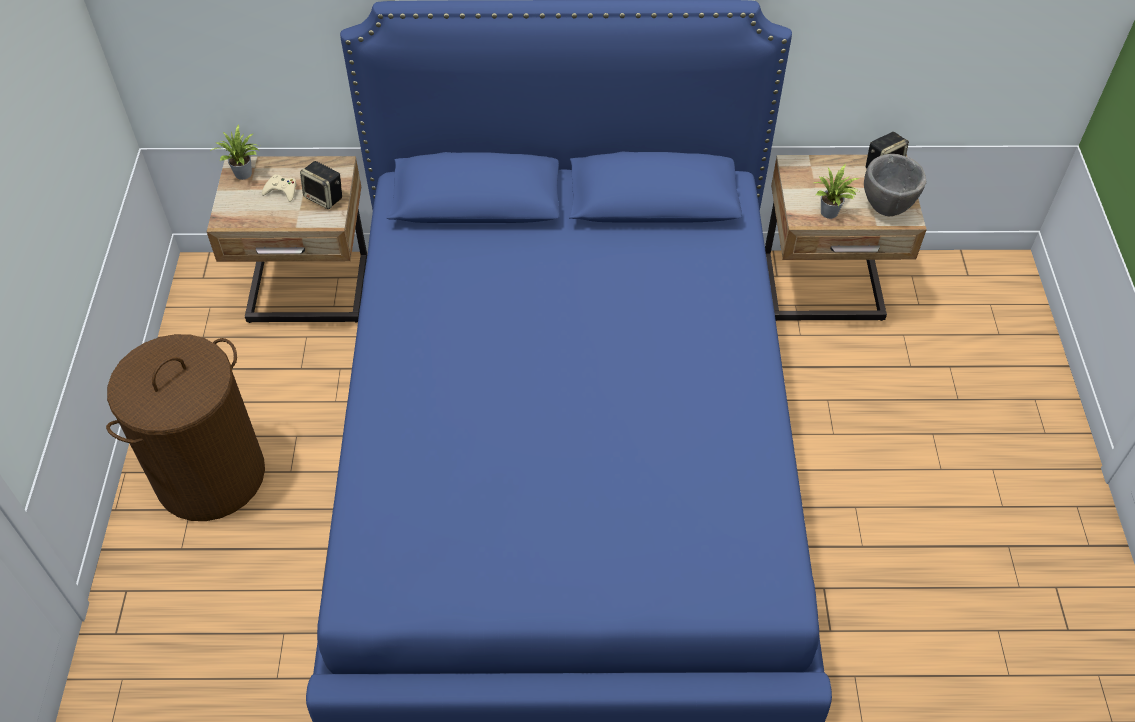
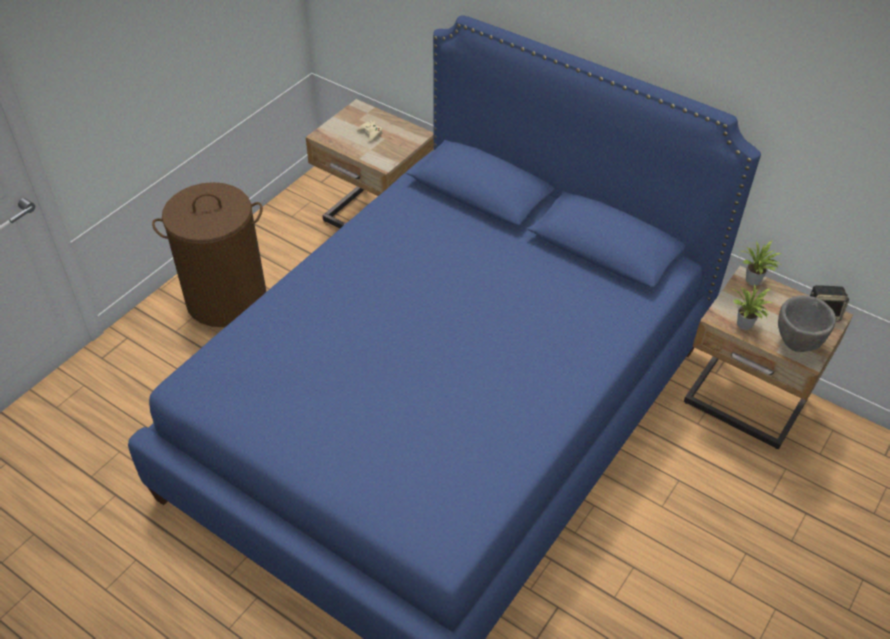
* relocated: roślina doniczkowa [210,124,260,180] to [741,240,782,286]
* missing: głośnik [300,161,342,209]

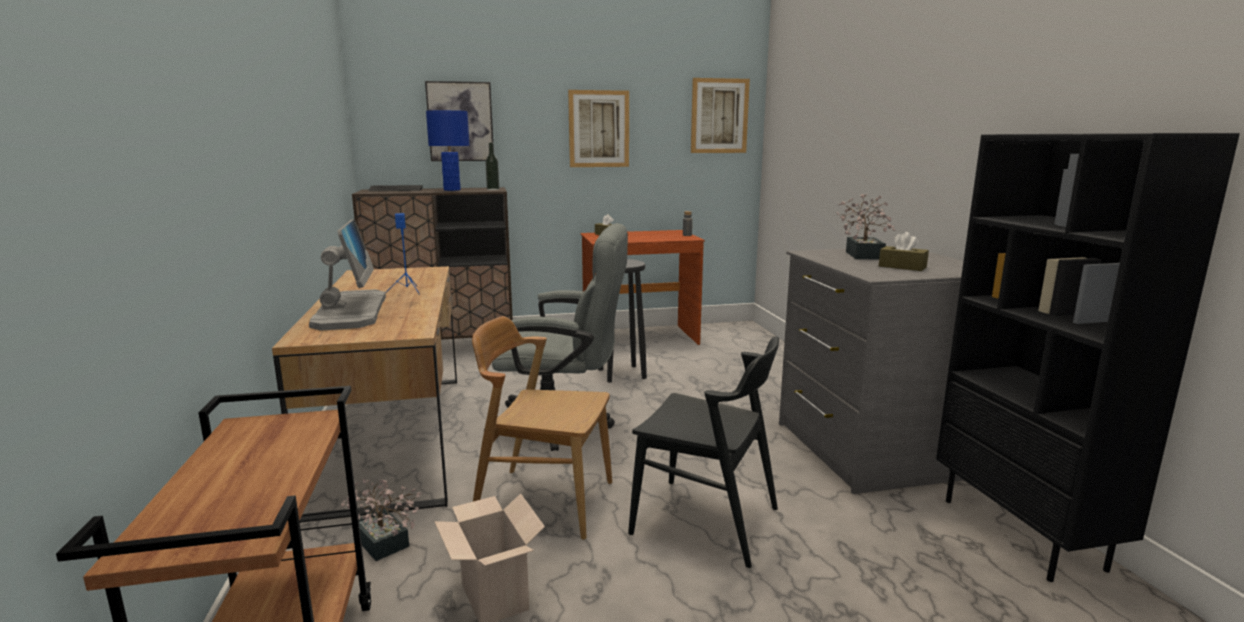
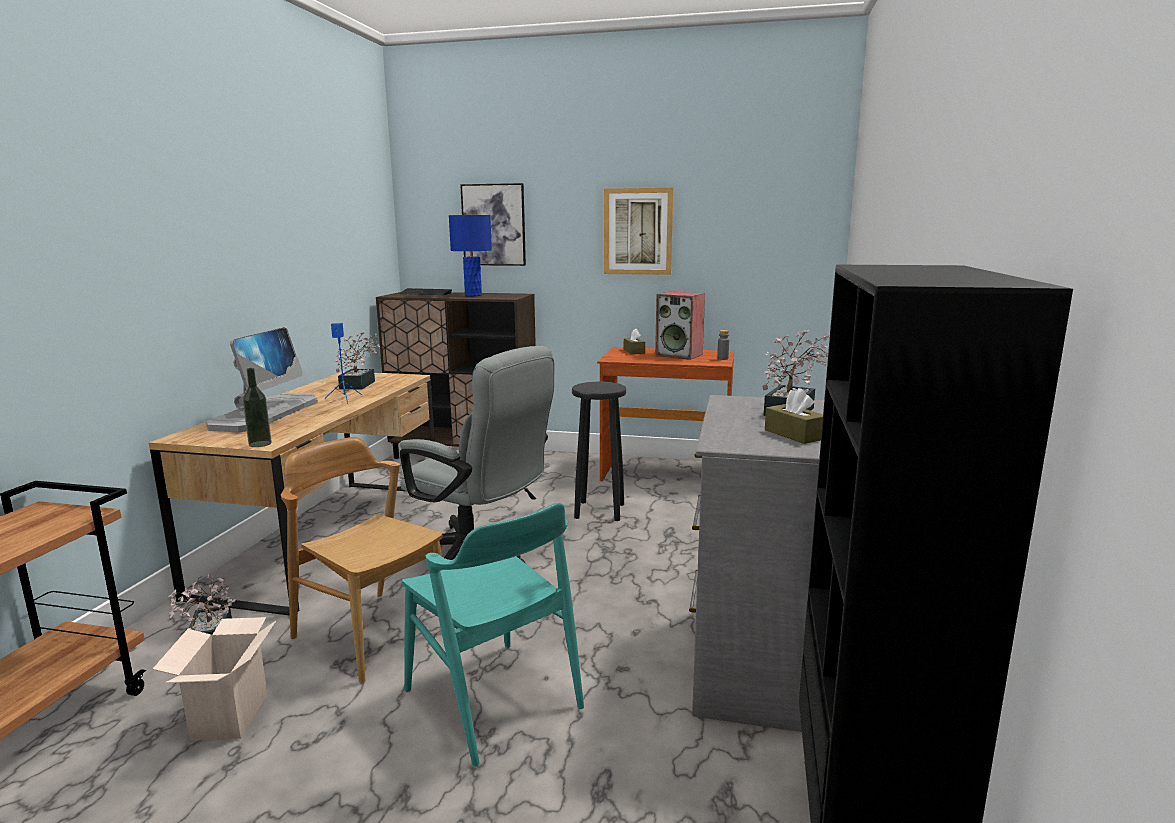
* relocated: butelka [485,142,499,190] to [243,368,272,447]
* colour: krzesło/czarny [628,336,779,568] to krzesło/turkusowy [402,503,584,767]
* missing: obraz [691,78,750,153]
* appeared: roślina doniczkowa [335,331,380,389]
* appeared: głośnik [655,292,705,360]

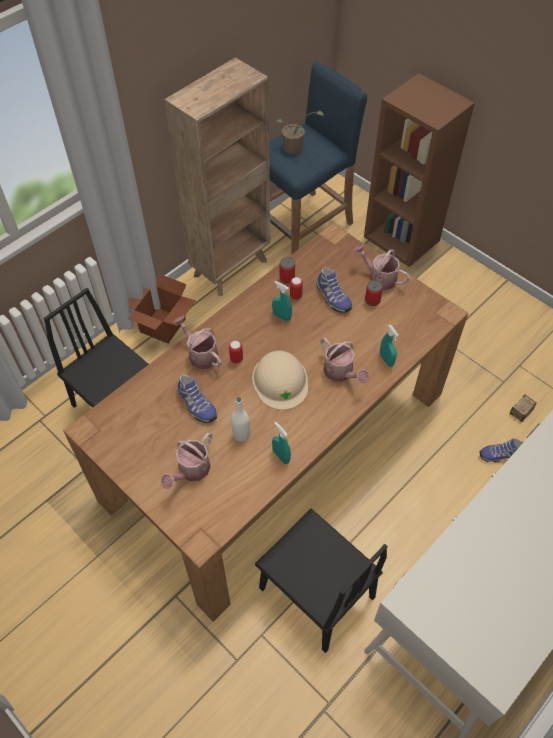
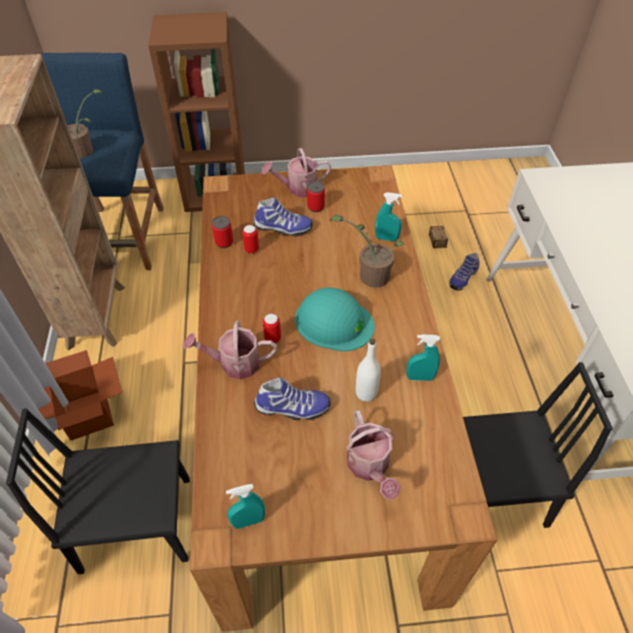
* colour: kask/beżowy [252,351,308,410] to kask/turkusowy [295,288,375,351]
* relocated: spryskiwacz/turkusowy [272,281,292,322] to [226,484,265,529]
* exchanged: konewka [321,338,369,383] to roślina doniczkowa [329,215,405,288]

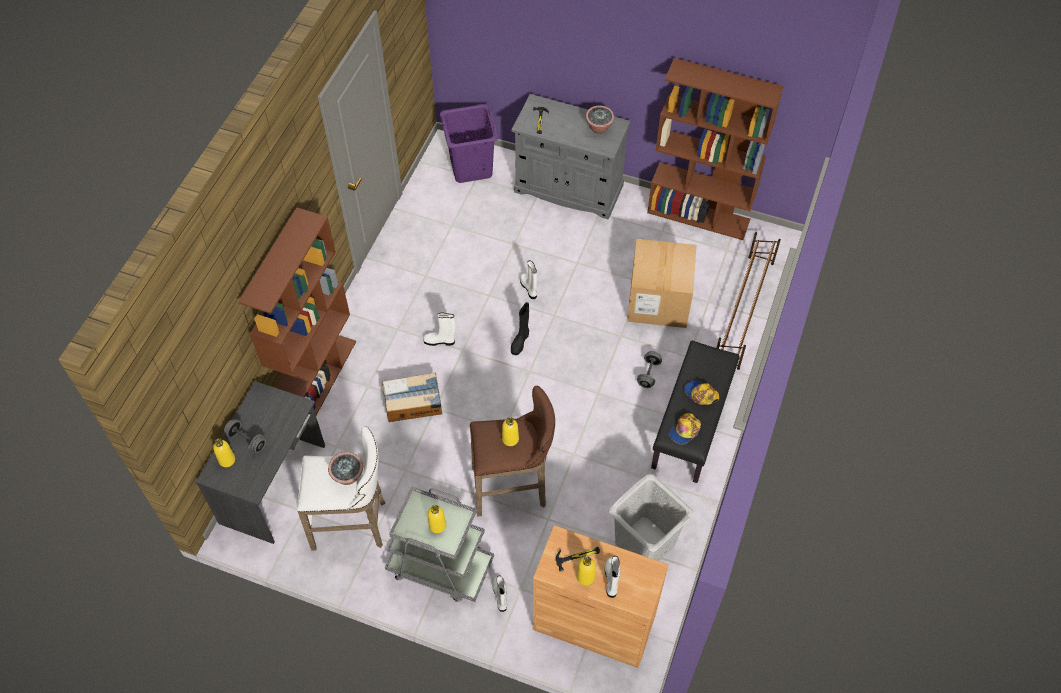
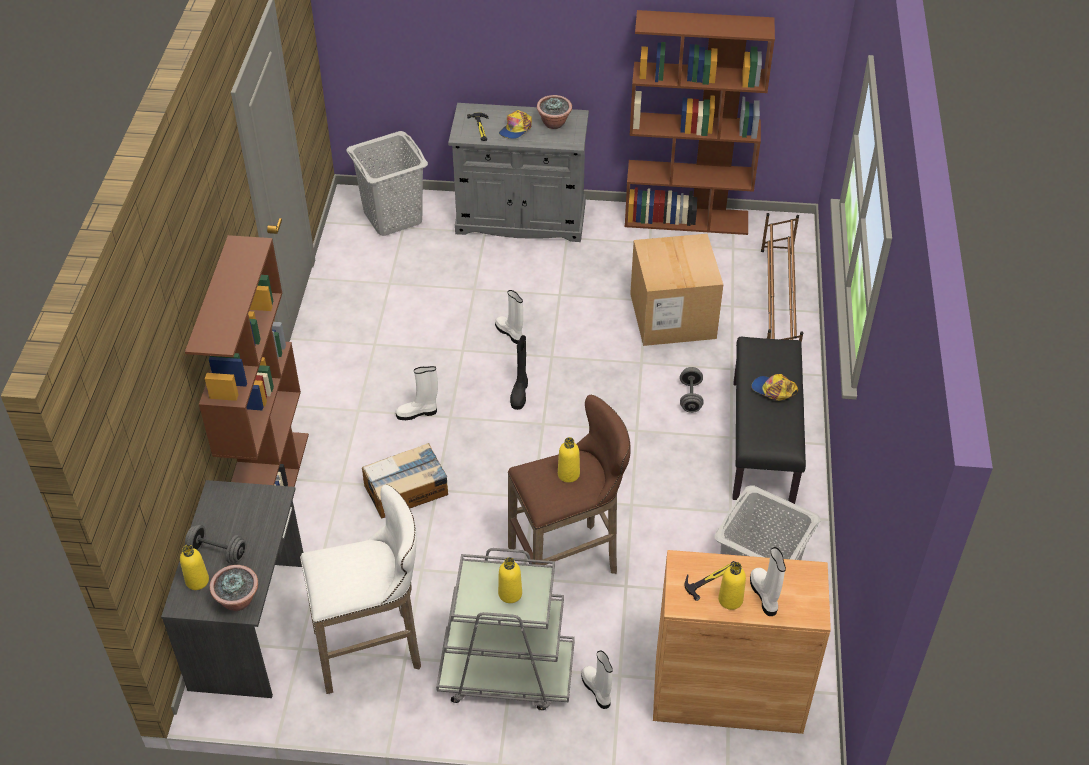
* relocated: roślina doniczkowa [328,452,363,485] to [210,565,258,611]
* colour: kosz na pranie/fioletowy [440,104,498,183] to kosz na pranie/szary [346,131,428,236]
* relocated: czapka z daszkiem [668,413,701,445] to [499,110,532,139]

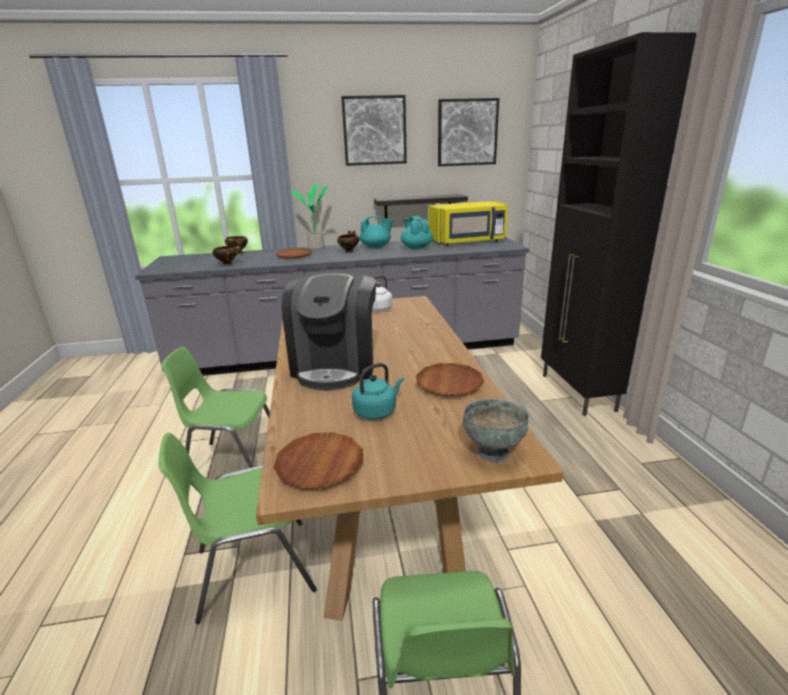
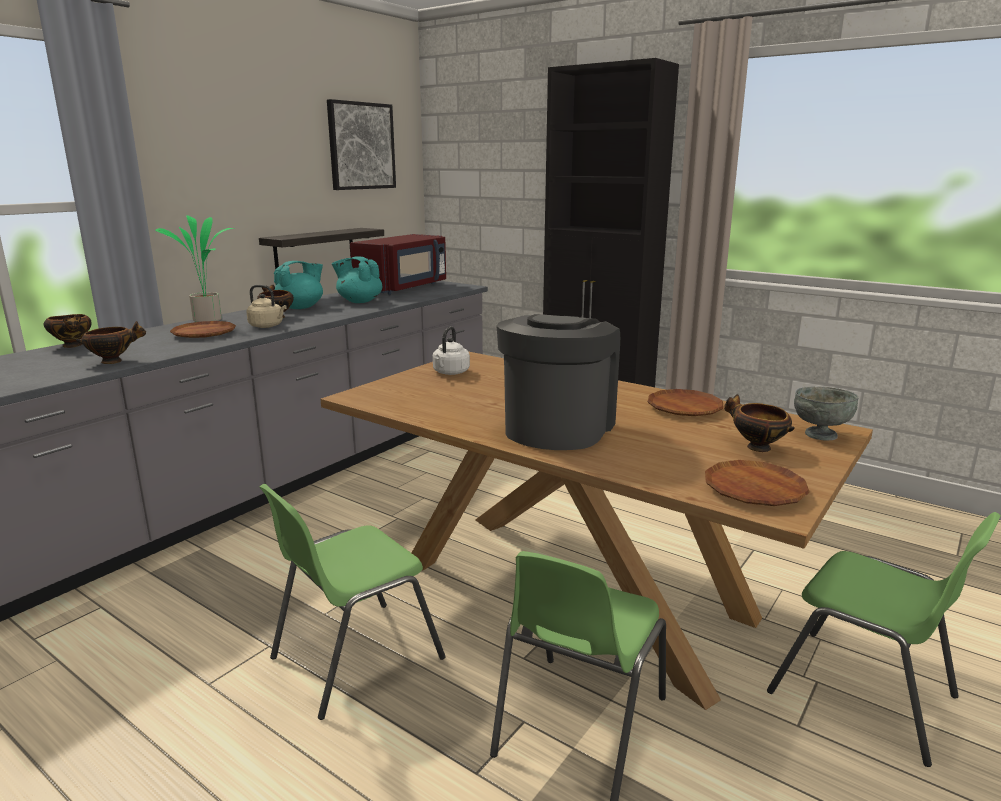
* spun: ekspres do kawy [282,272,376,390] = [496,314,620,450] 120 degrees counterclockwise
* missing: obraz [341,95,407,166]
* missing: czajnik/turkusowy [352,363,404,420]
* colour: mikrofalówka/żółty [429,201,508,246] to mikrofalówka/czerwony [350,234,446,295]
* appeared: czajnik/beżowy [246,285,287,328]
* appeared: miska [724,394,795,452]

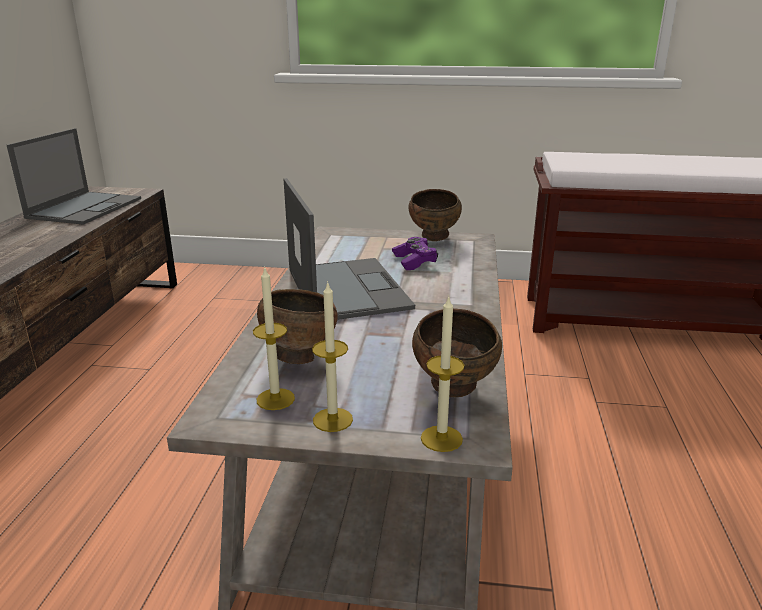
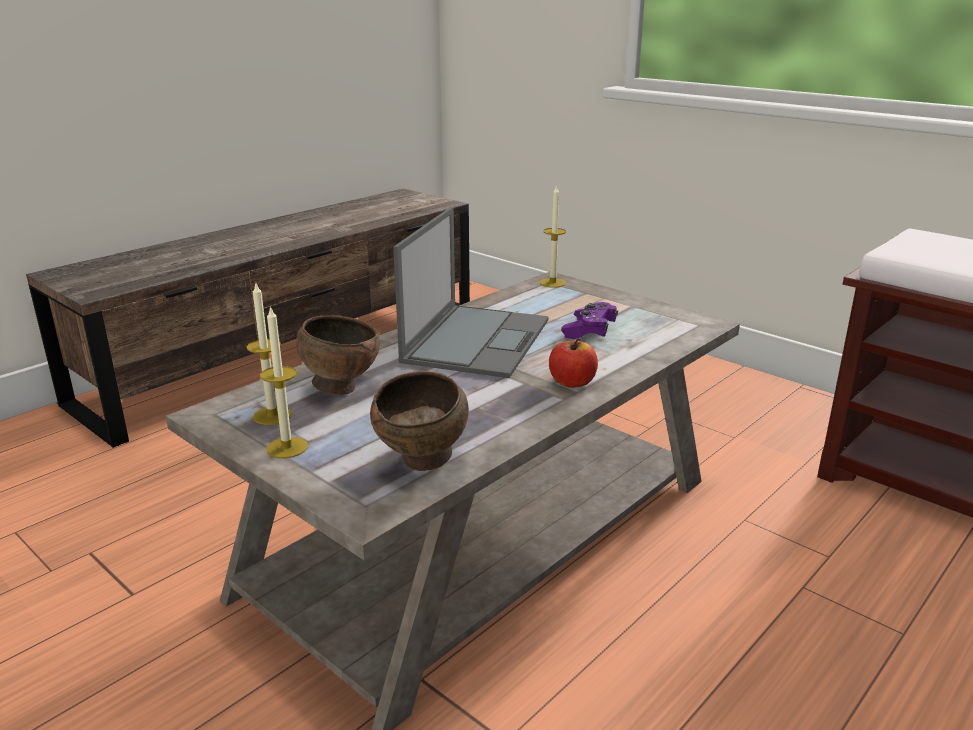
* missing: laptop [7,128,141,225]
* missing: miska/brązowy [408,189,462,241]
* relocated: świeca [421,296,464,452] to [540,185,566,288]
* appeared: jabłko [549,338,598,388]

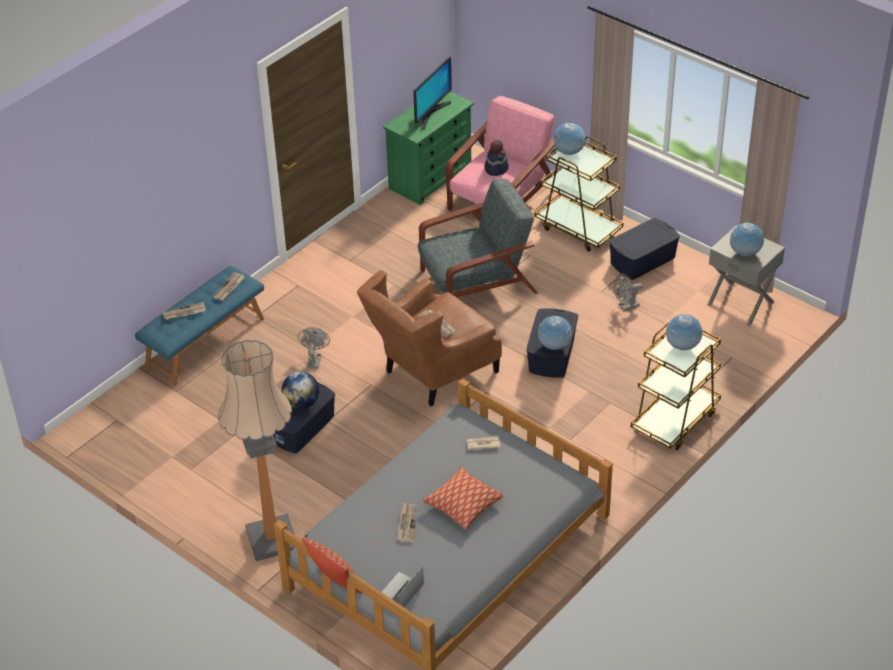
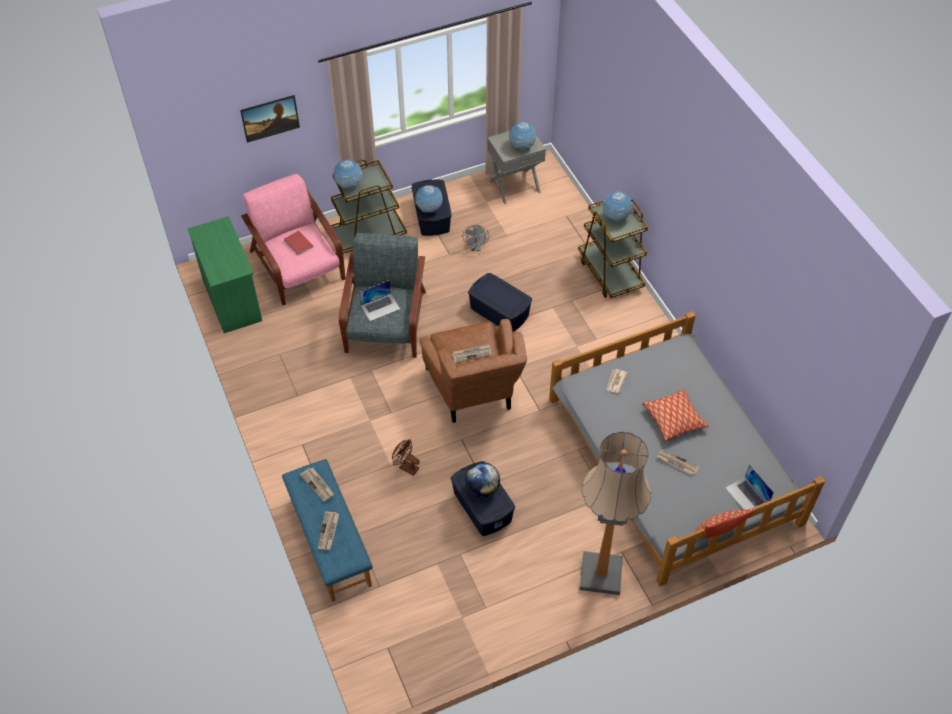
* colour: wentylator/szary [298,327,330,369] to wentylator/brązowy [392,439,420,476]
* missing: monitor [413,57,452,130]
* exchanged: kapelusz [484,140,509,176] to książka/czerwony [284,231,313,255]
* relocated: globus [538,316,572,350] to [415,185,443,213]
* appeared: obraz [240,95,300,143]
* appeared: laptop [359,280,400,321]

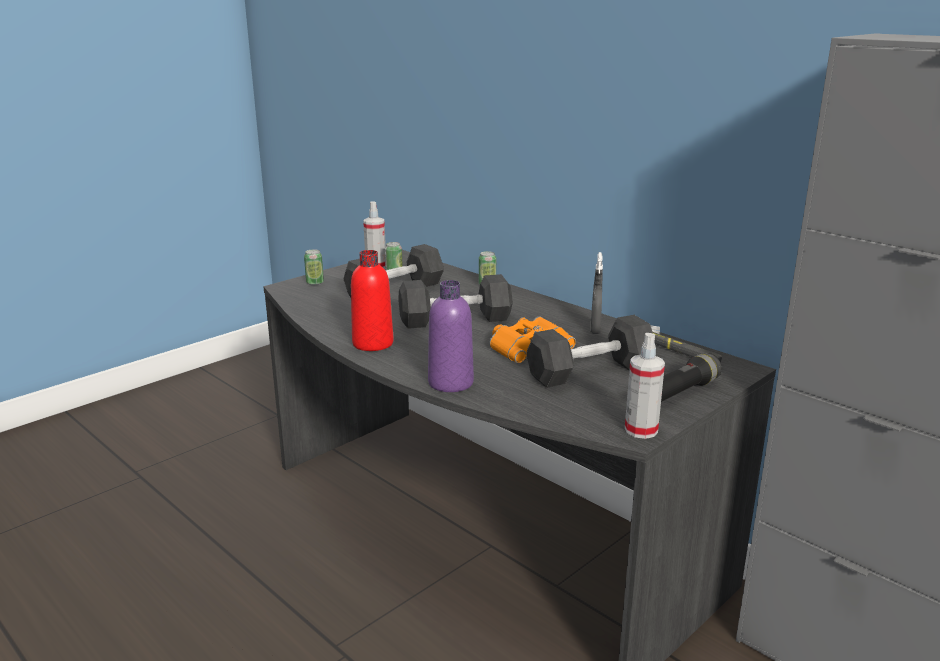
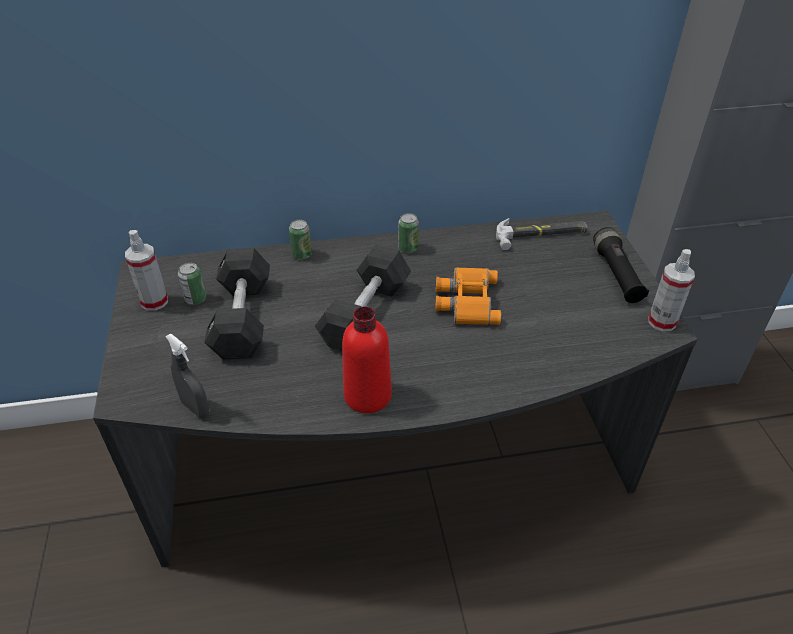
* relocated: puszka [304,249,324,285] to [398,213,419,253]
* missing: butelka/fioletowy [428,280,474,392]
* missing: hantel/czarny [526,315,655,388]
* relocated: spryskiwacz/szary [591,252,603,334] to [165,334,209,418]

